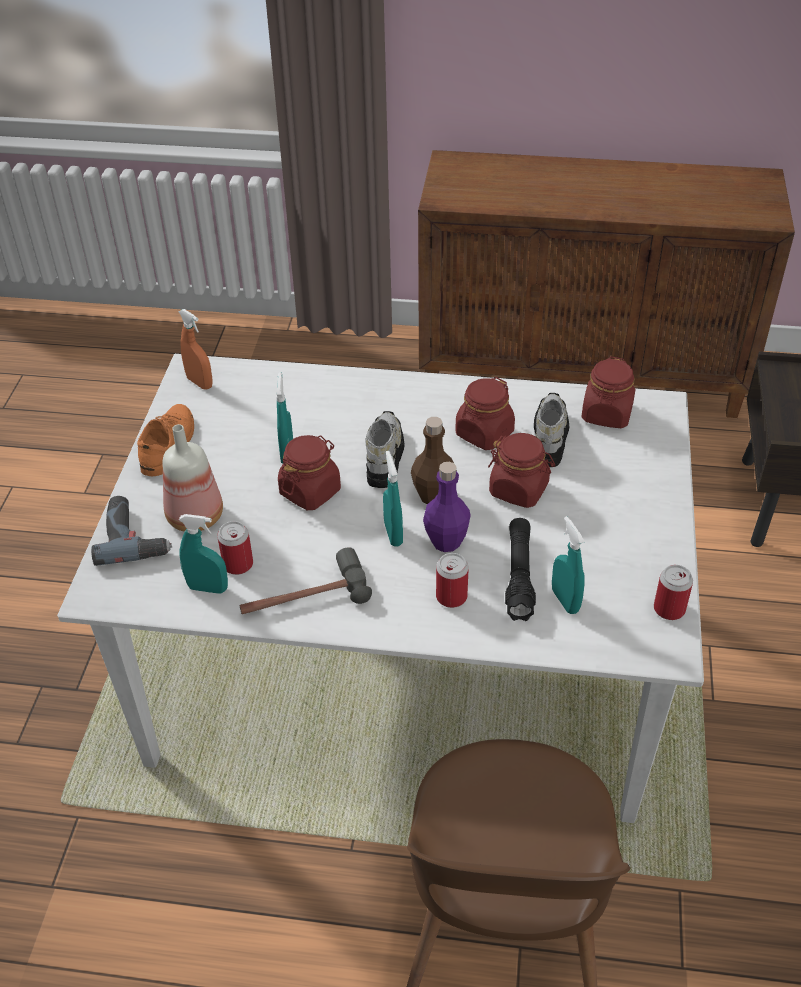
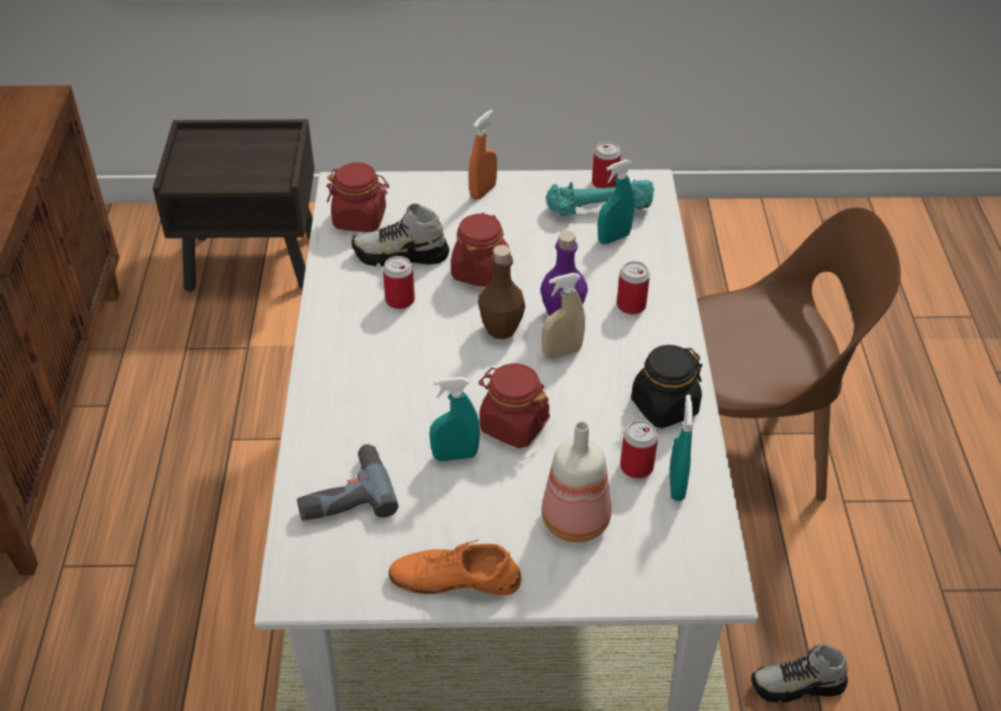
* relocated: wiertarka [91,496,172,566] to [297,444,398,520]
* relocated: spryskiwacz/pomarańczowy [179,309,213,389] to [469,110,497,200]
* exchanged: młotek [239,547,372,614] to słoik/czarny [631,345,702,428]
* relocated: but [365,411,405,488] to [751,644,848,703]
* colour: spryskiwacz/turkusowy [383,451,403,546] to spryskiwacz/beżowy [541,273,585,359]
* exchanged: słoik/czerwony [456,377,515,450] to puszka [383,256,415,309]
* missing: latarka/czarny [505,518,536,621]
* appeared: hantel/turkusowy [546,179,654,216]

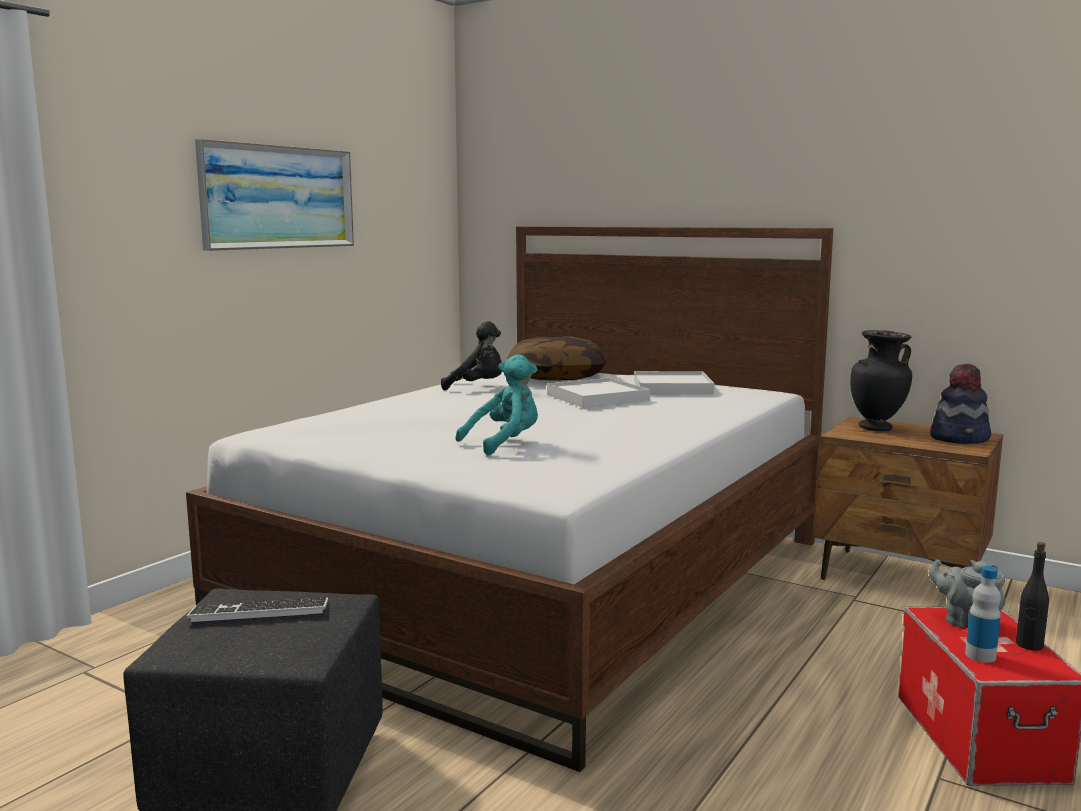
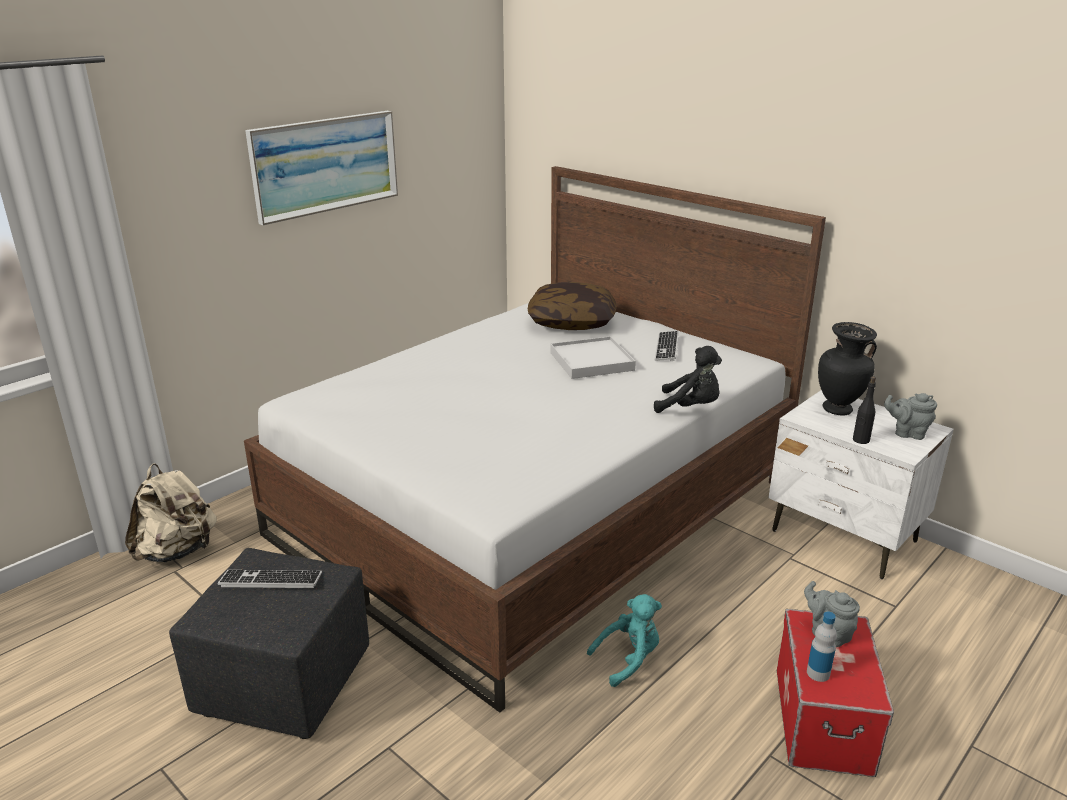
* relocated: pluszak/czarny [441,321,502,390] to [654,346,722,413]
* relocated: pluszak/turkusowy [456,354,538,455] to [587,594,662,687]
* exchanged: taca/biały [634,371,715,395] to klawiatura [654,331,679,361]
* colour: szafka nocna/brązowy [814,417,1003,580] to szafka nocna/biały [768,390,954,579]
* exchanged: kapelusz [930,364,991,444] to imbryk/szary [884,393,937,440]
* relocated: butelka/czarny [1016,542,1049,650] to [853,376,876,444]
* appeared: plecak/beżowy [125,463,217,562]

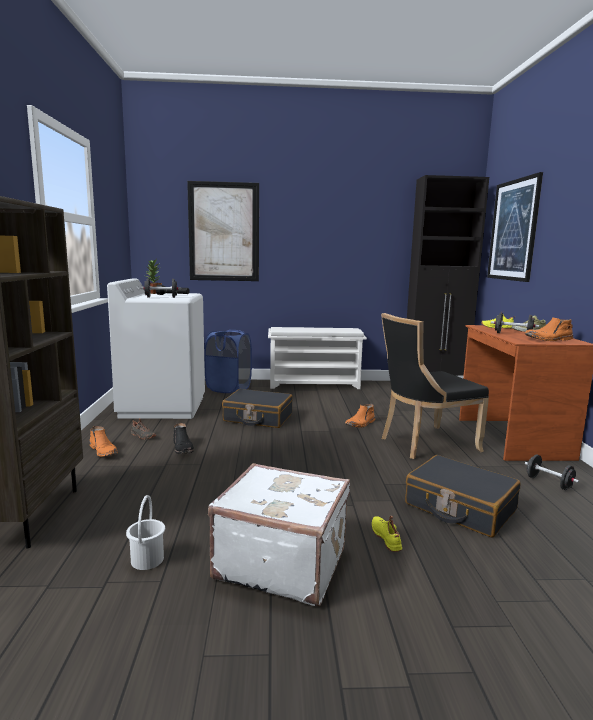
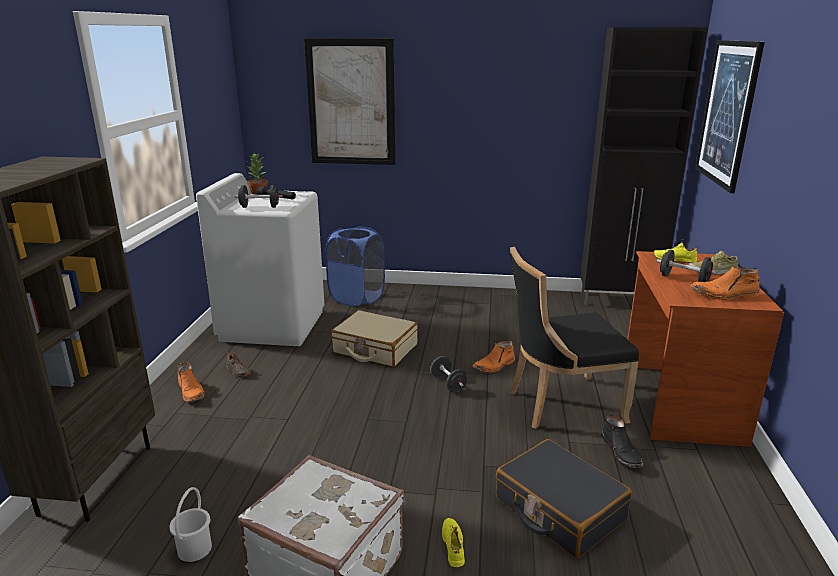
* relocated: but z cholewką/czarny [173,423,194,454] to [601,415,643,468]
* colour: walizka/czarny [222,389,293,428] to walizka/beżowy [331,310,418,367]
* missing: regał na buty/biały [268,327,367,389]
* relocated: hantel/czarny [525,454,579,490] to [430,356,468,392]

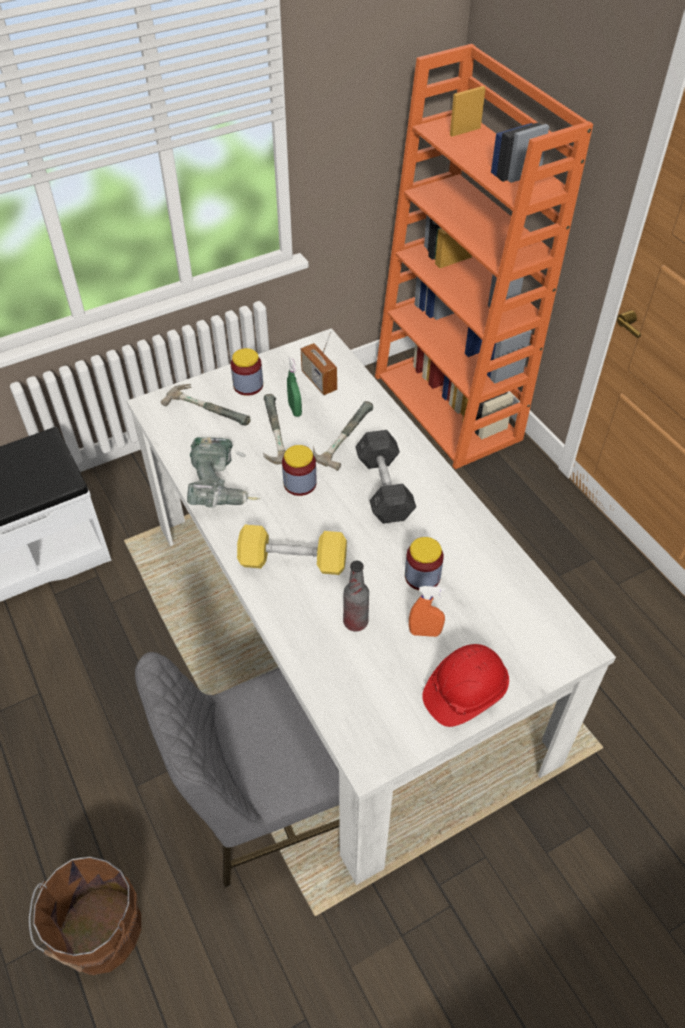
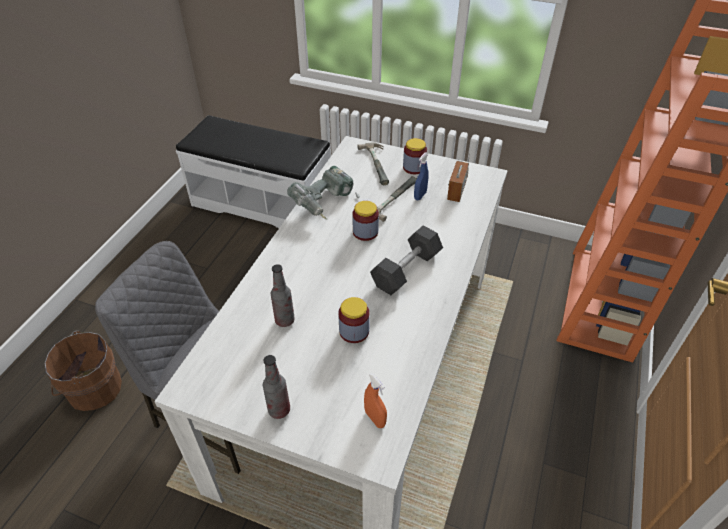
* missing: hantel/żółty [237,525,347,575]
* colour: spryskiwacz/zielony [287,357,302,417] to spryskiwacz/niebieski [414,152,429,200]
* missing: młotek [313,401,373,471]
* relocated: spryskiwacz/pomarańczowy [409,586,445,637] to [364,373,387,428]
* exchanged: kask/czerwony [422,644,509,727] to butelka [263,355,290,419]

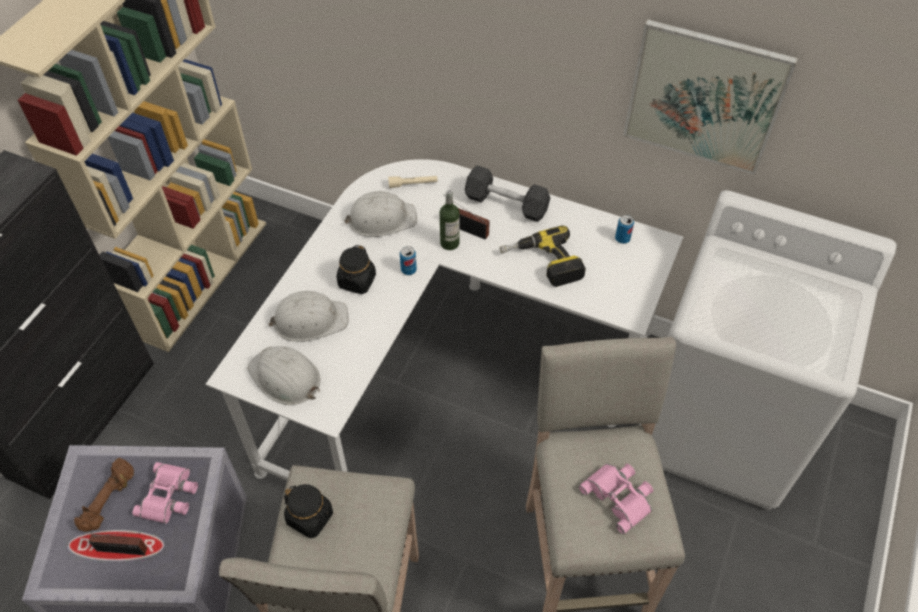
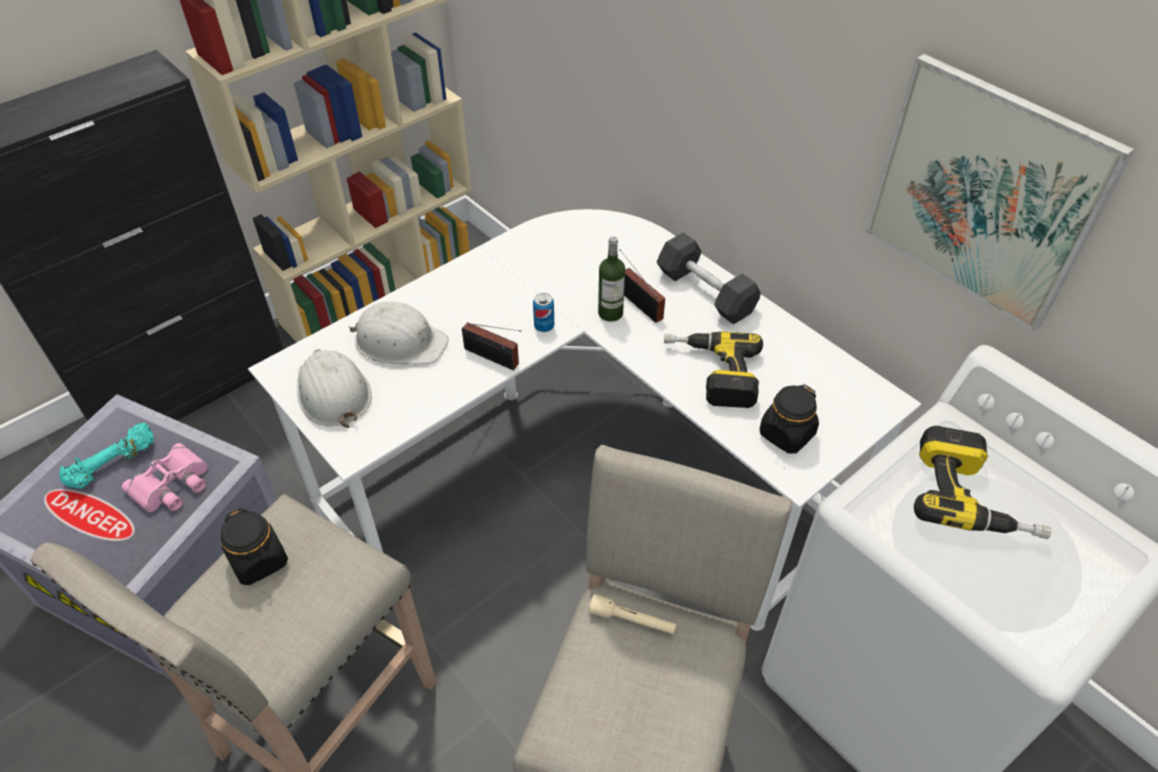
* colour: hantel/brązowy [74,458,134,532] to hantel/turkusowy [59,422,154,489]
* relocated: radio [89,533,147,555] to [462,322,521,370]
* relocated: słoik/czarny [337,245,376,294] to [760,384,819,454]
* missing: kask/biały [344,191,417,237]
* relocated: latarka/beżowy [388,176,438,188] to [589,593,677,635]
* missing: lornetka/różowy [579,464,653,534]
* missing: puszka [615,215,634,244]
* appeared: wiertarka [914,426,1051,539]

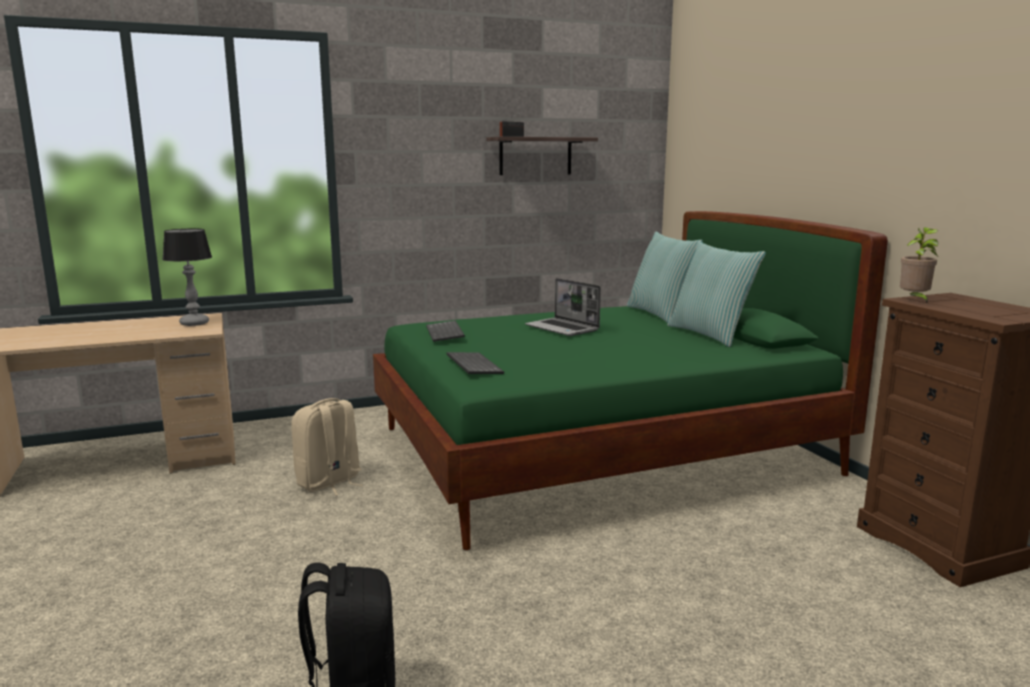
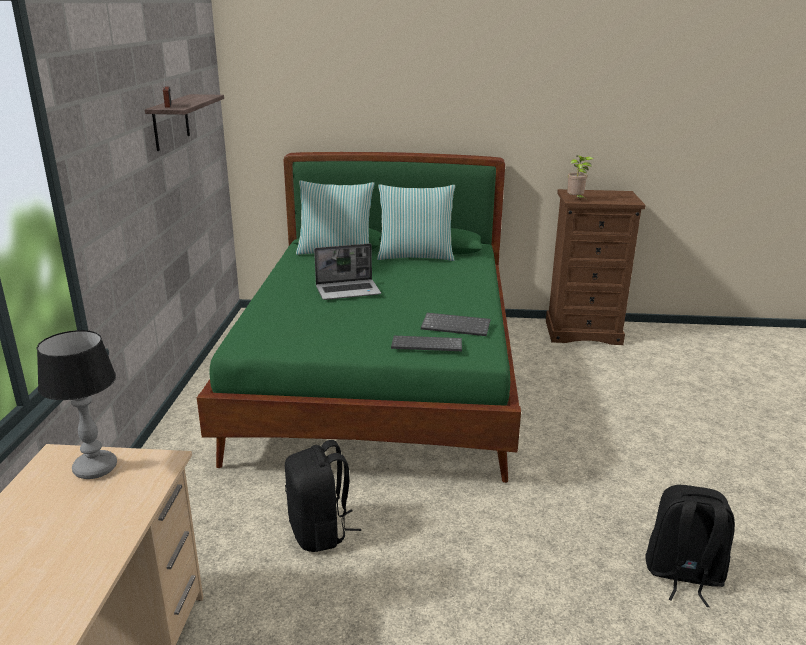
* colour: plecak/beżowy [291,398,363,495] to plecak/czarny [285,440,361,552]
* relocated: klawiatura [426,320,465,342] to [421,313,490,336]

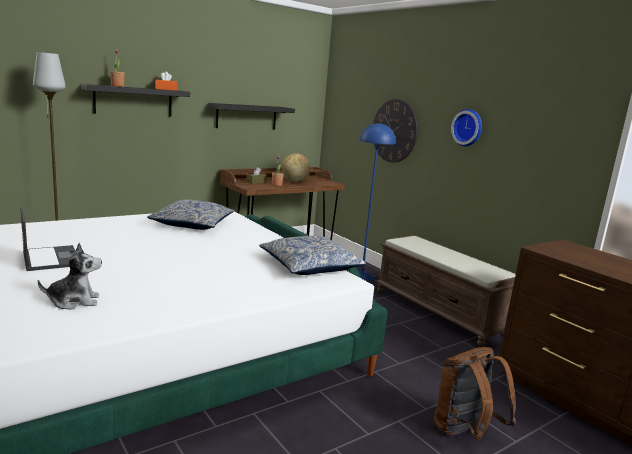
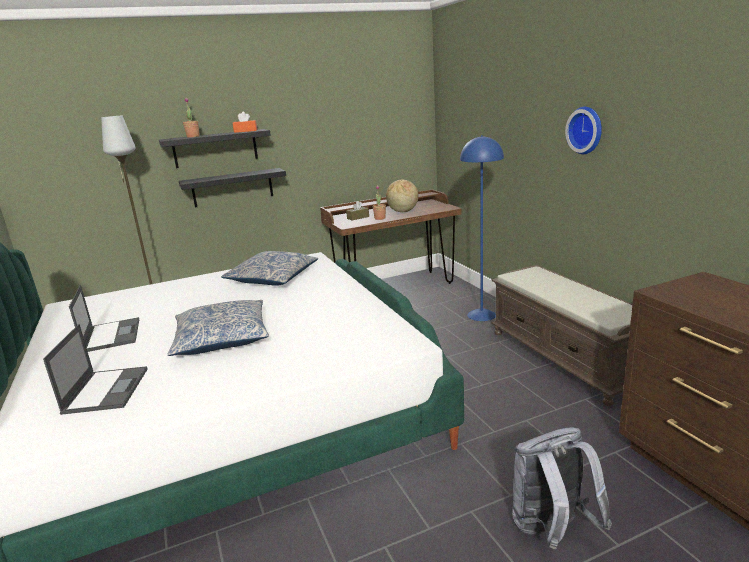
* exchanged: pluszak [38,243,102,310] to laptop [43,324,148,415]
* relocated: półka/czarny [208,103,295,130] to [179,168,286,207]
* relocated: poduszka [259,236,366,275] to [168,300,269,356]
* missing: zegar ścienny [373,99,418,163]
* colour: plecak/brązowy [434,347,516,440] to plecak/szary [512,427,612,549]

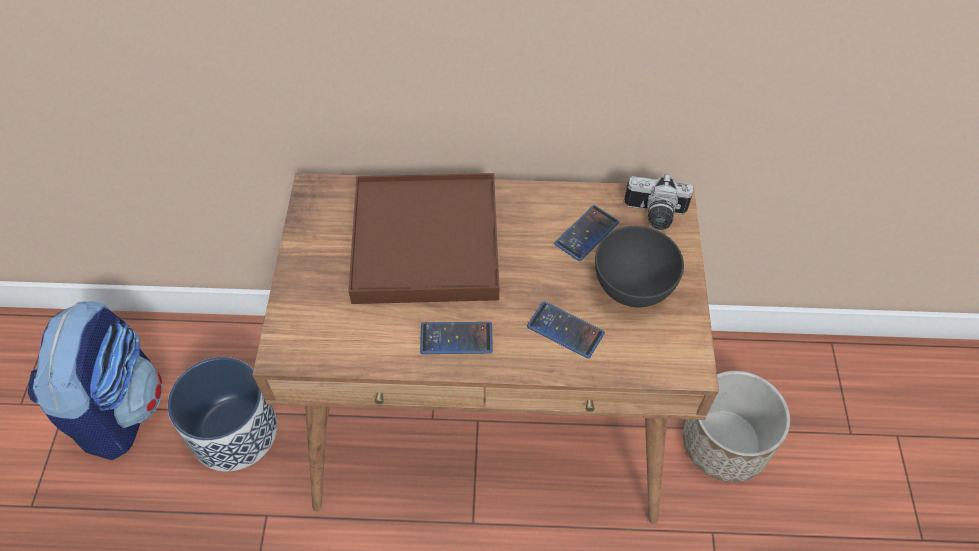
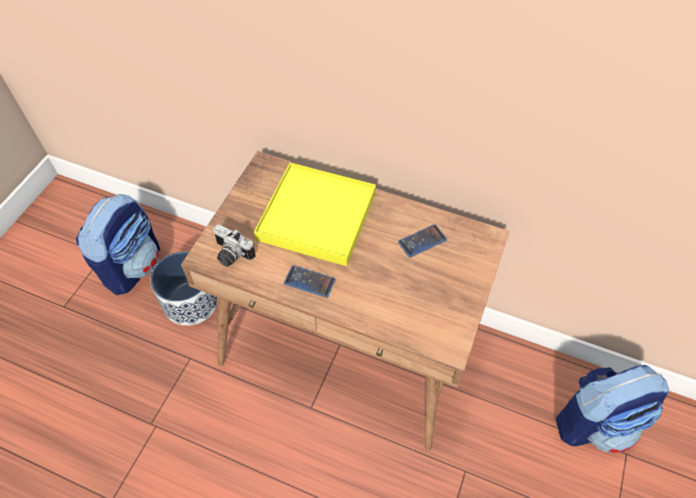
* colour: taca/brązowy [348,173,499,304] to taca/żółty [254,163,376,266]
* missing: telefon [527,301,605,359]
* missing: miska/szary [595,226,684,307]
* relocated: aparat fotograficzny [624,174,693,230] to [213,224,256,267]
* missing: donica [683,371,790,482]
* appeared: plecak [556,365,669,453]

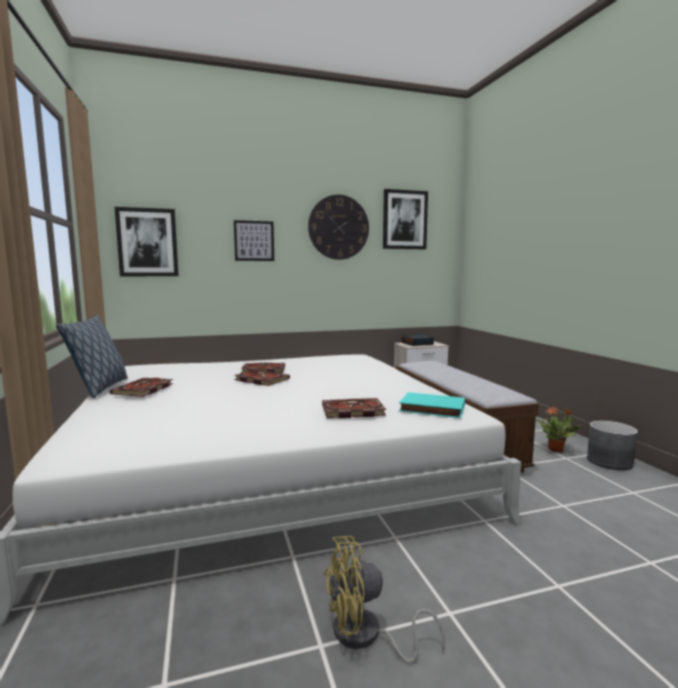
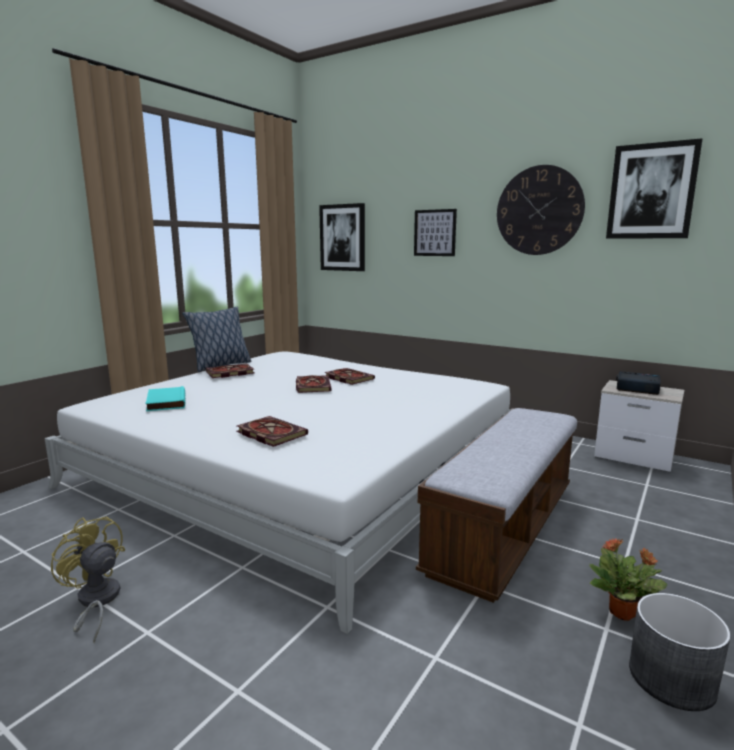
* relocated: książka/turkusowy [399,392,465,418] to [145,386,185,411]

